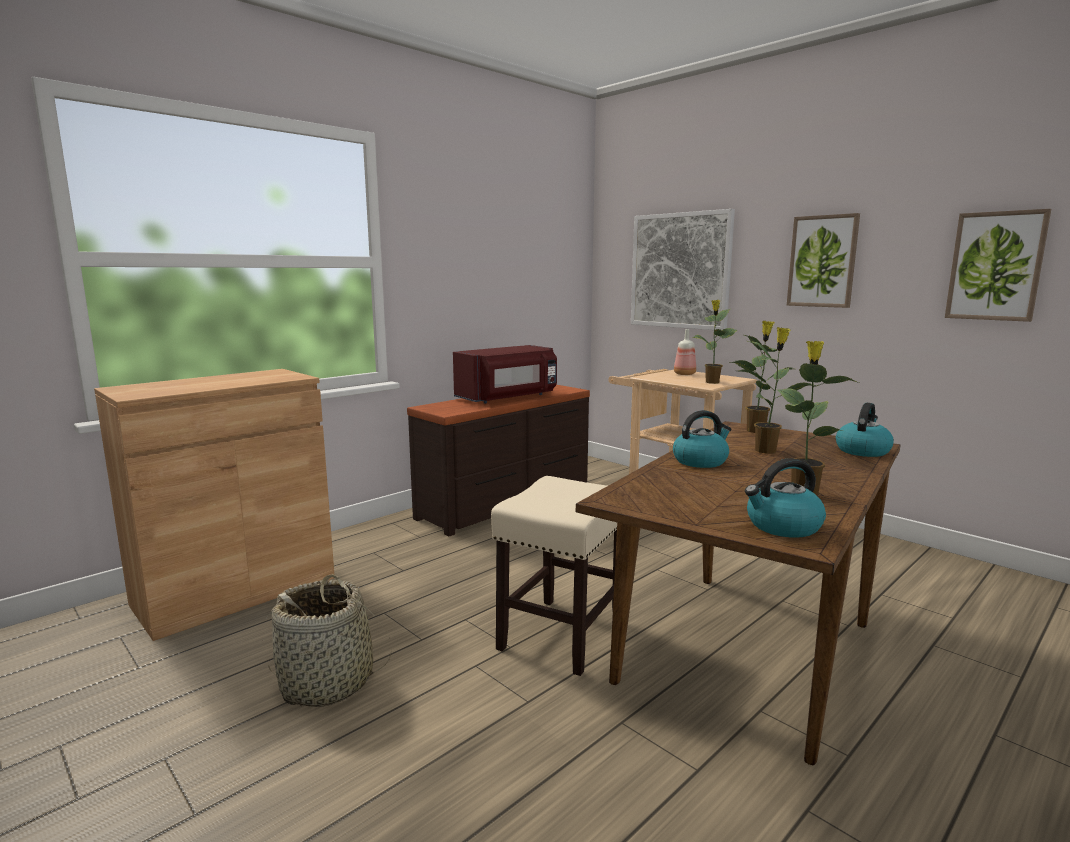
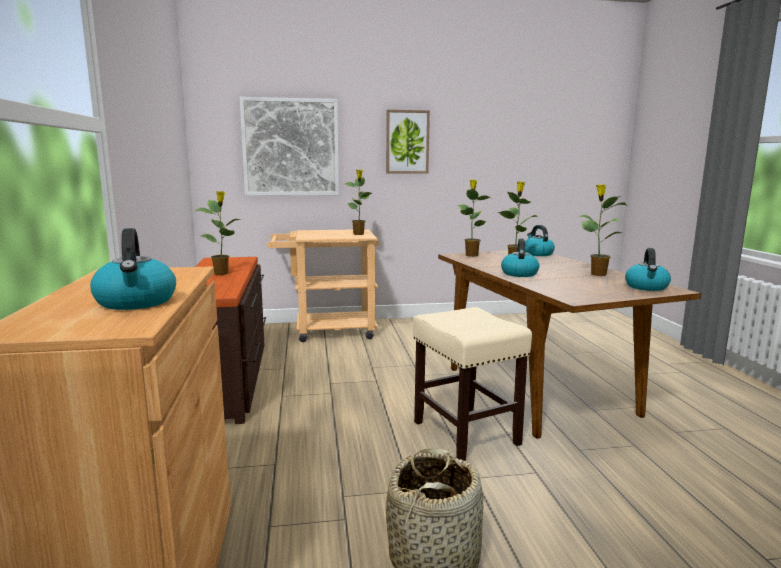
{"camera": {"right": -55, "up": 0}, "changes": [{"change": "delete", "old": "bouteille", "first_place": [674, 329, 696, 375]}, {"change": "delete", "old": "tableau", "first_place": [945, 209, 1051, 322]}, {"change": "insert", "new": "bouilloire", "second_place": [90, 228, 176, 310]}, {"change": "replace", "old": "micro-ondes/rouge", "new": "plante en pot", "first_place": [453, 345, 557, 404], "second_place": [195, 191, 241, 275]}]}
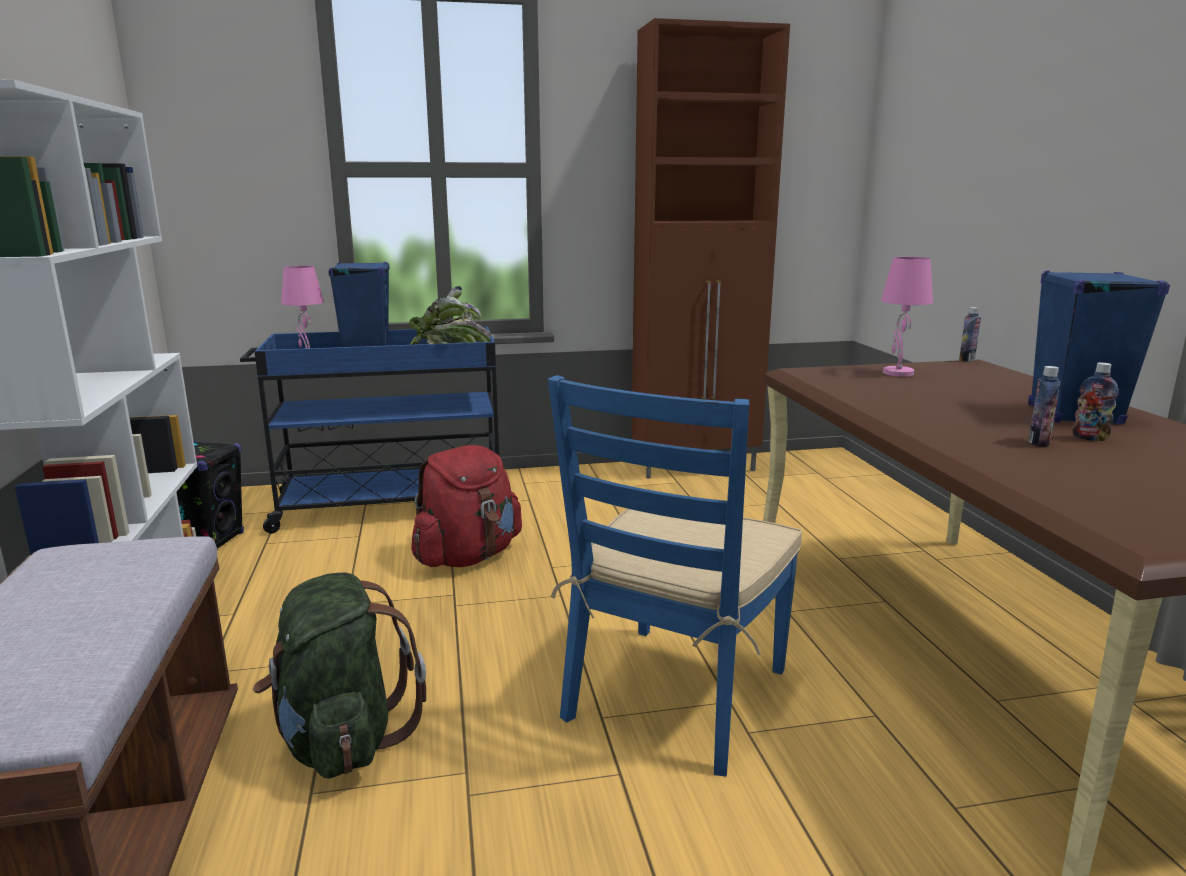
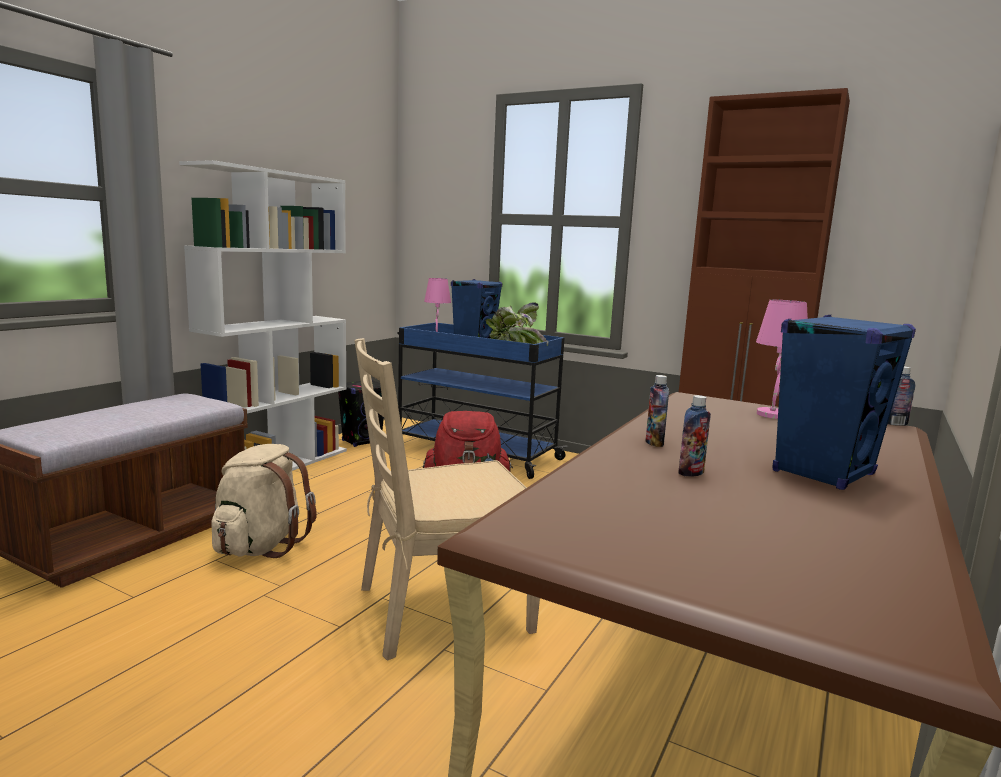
{"camera": {"right": 40, "up": -5}, "changes": [{"change": "move", "old": "bouteille", "first_place": [1073, 362, 1119, 442], "second_place": [645, 375, 669, 447]}, {"change": "recolor", "old": "sac à dos/vert", "new": "sac à dos/beige", "first_place": [253, 573, 426, 779], "second_place": [211, 444, 317, 558]}, {"change": "recolor", "old": "chaise/bleu", "new": "chaise/beige", "first_place": [548, 375, 803, 776], "second_place": [355, 338, 540, 661]}]}
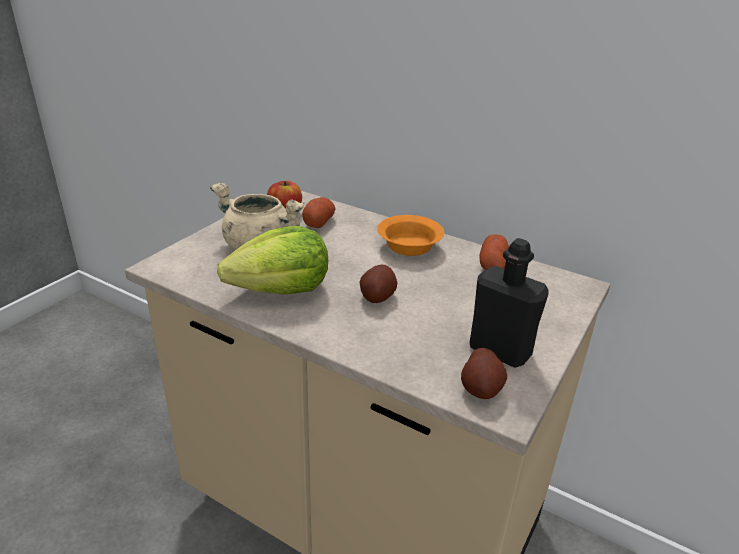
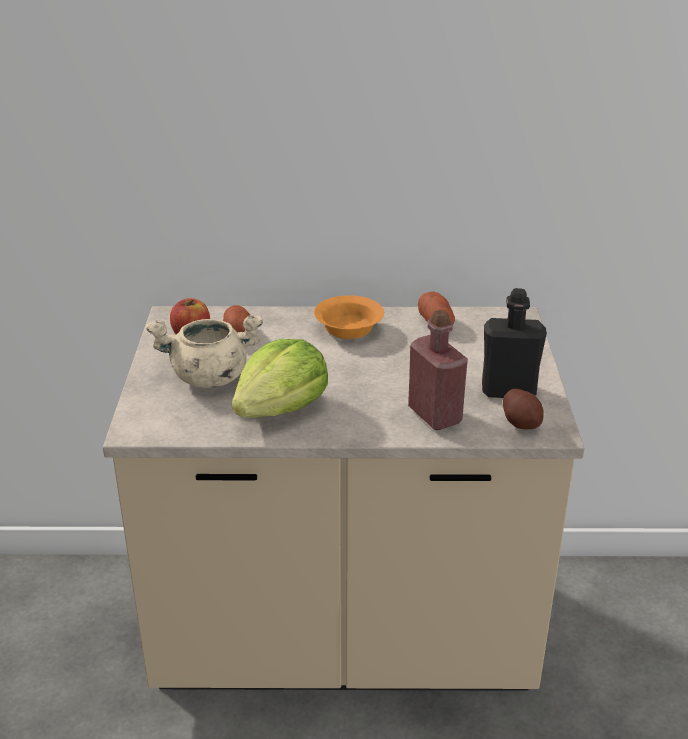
{"camera": {"right": -30, "up": 0}, "changes": [{"change": "delete", "old": "pomme de terre", "first_place": [360, 264, 397, 303]}, {"change": "insert", "new": "bouteille/rouge", "second_place": [408, 310, 468, 430]}]}
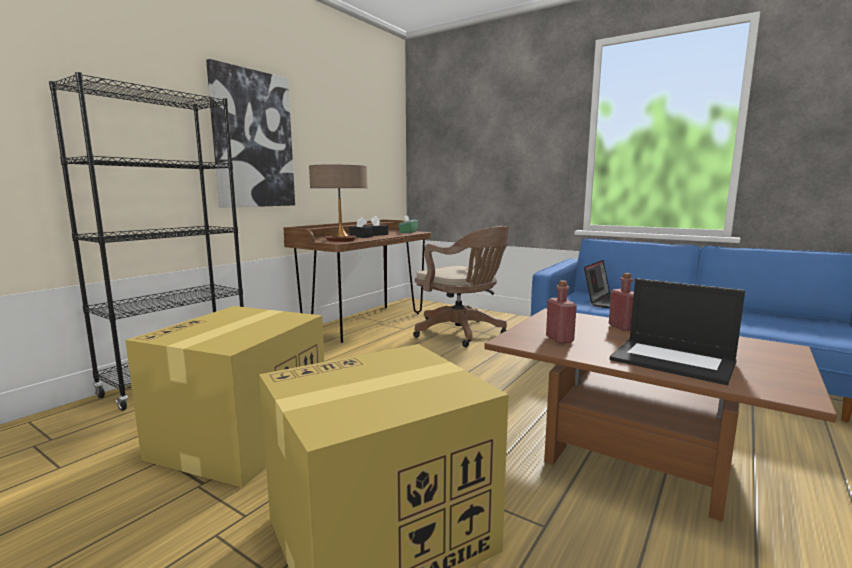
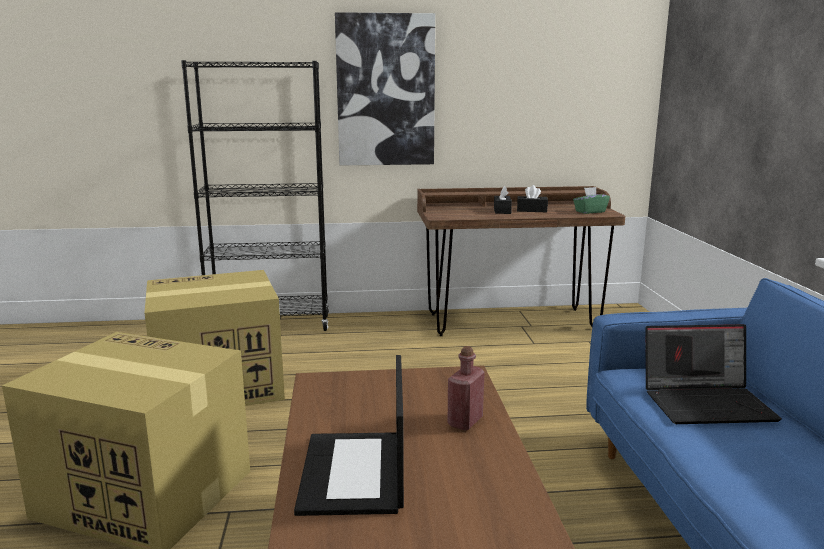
{"camera": {"right": 50, "up": 5}, "changes": [{"change": "delete", "old": "lampe de table", "first_place": [309, 165, 367, 242]}, {"change": "delete", "old": "chaise de bureau/marron", "first_place": [413, 226, 510, 347]}, {"change": "delete", "old": "bouteille/rouge", "first_place": [546, 280, 577, 344]}]}
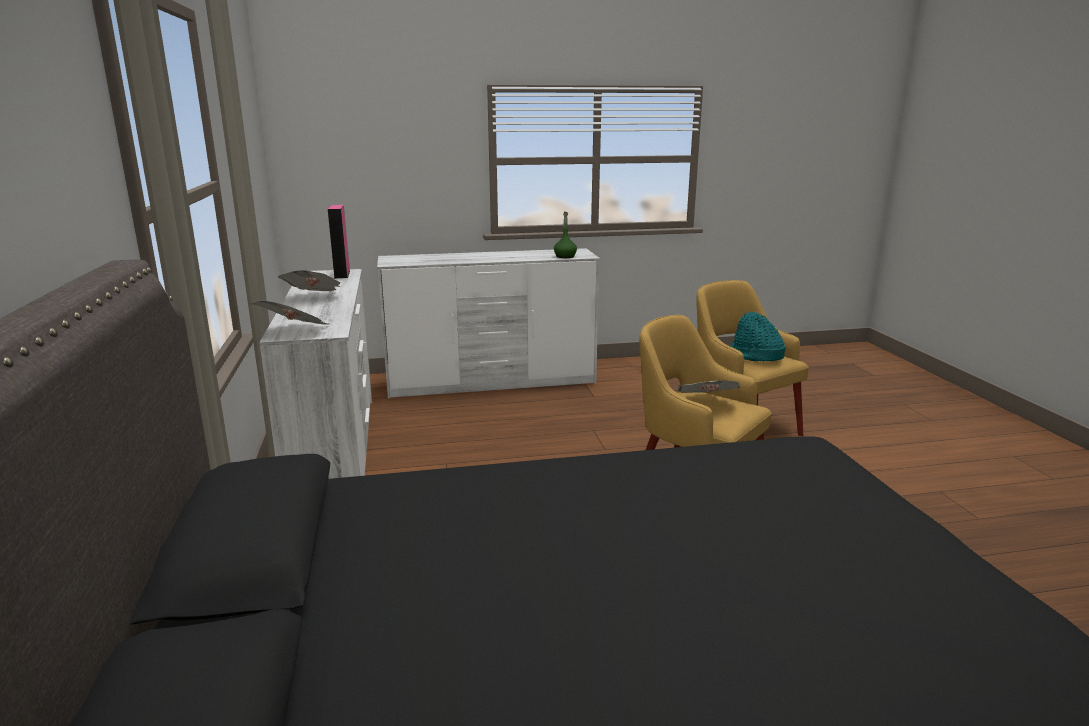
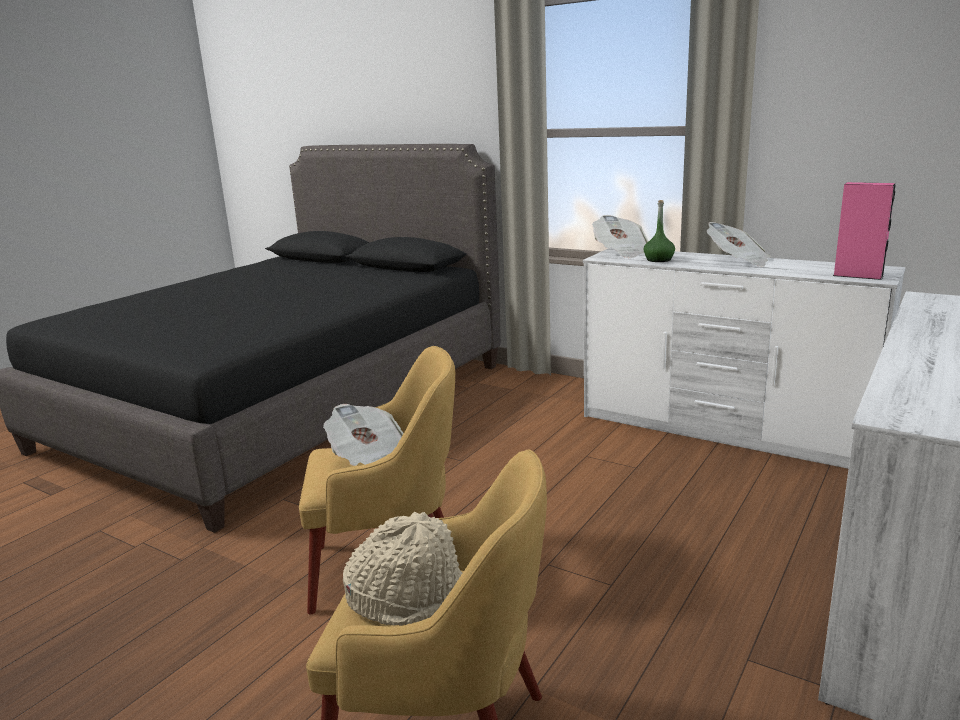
{"camera": {"right": 135, "up": 0}, "changes": [{"change": "move", "old": "bouteille/vert", "first_place": [554, 212, 577, 258], "second_place": [644, 200, 675, 262]}, {"change": "recolor", "old": "chapeau/turquoise", "new": "chapeau/beige", "first_place": [730, 312, 786, 361], "second_place": [343, 512, 462, 626]}]}
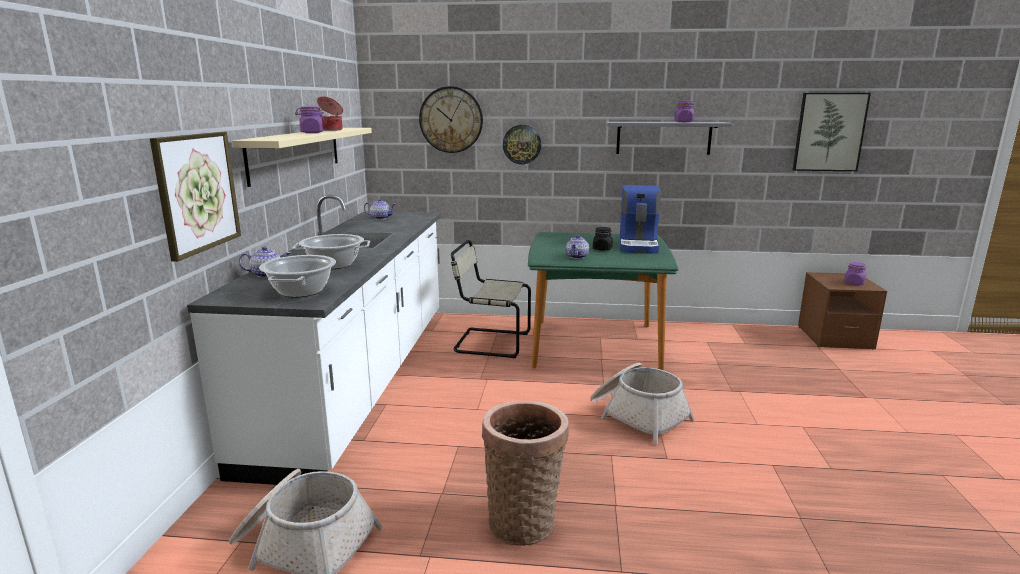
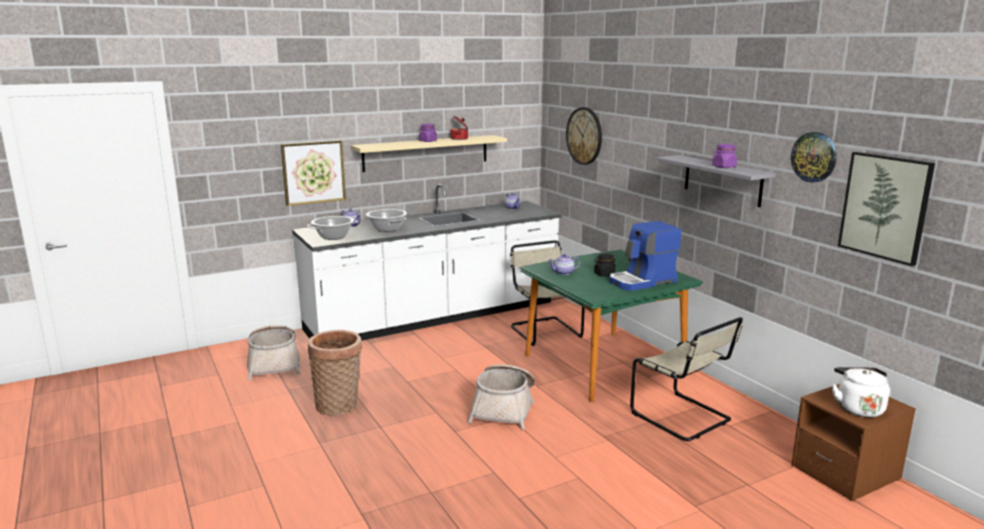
{"camera": {"right": 55, "up": 0}, "changes": [{"change": "insert", "new": "chaise/beige", "second_place": [630, 317, 743, 441]}, {"change": "move", "old": "horloge murale", "first_place": [503, 125, 541, 164], "second_place": [791, 132, 837, 182]}, {"change": "replace", "old": "bocal/violet", "new": "bouilloire/blanc", "first_place": [844, 262, 866, 285], "second_place": [832, 367, 890, 417]}]}
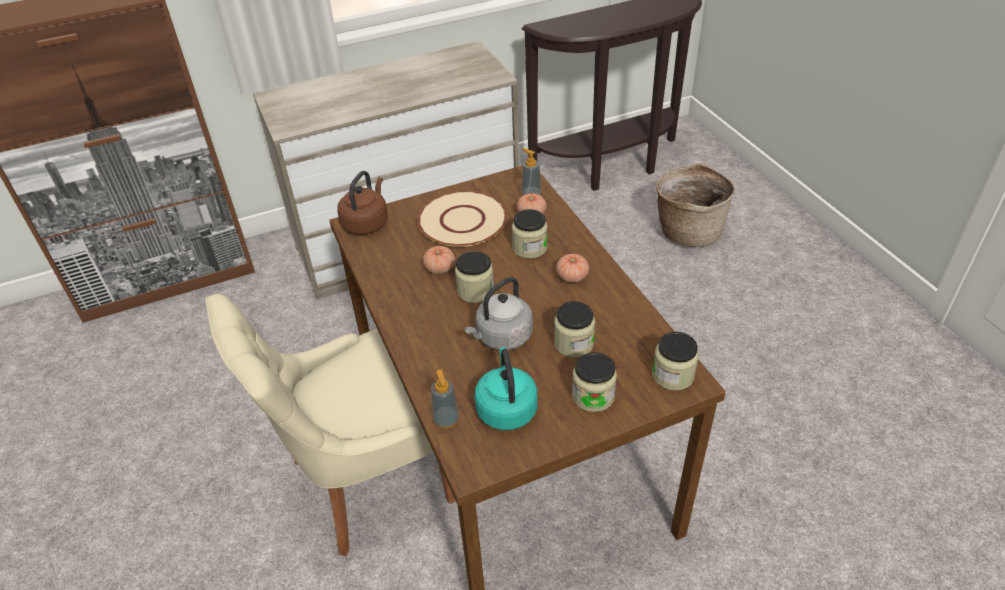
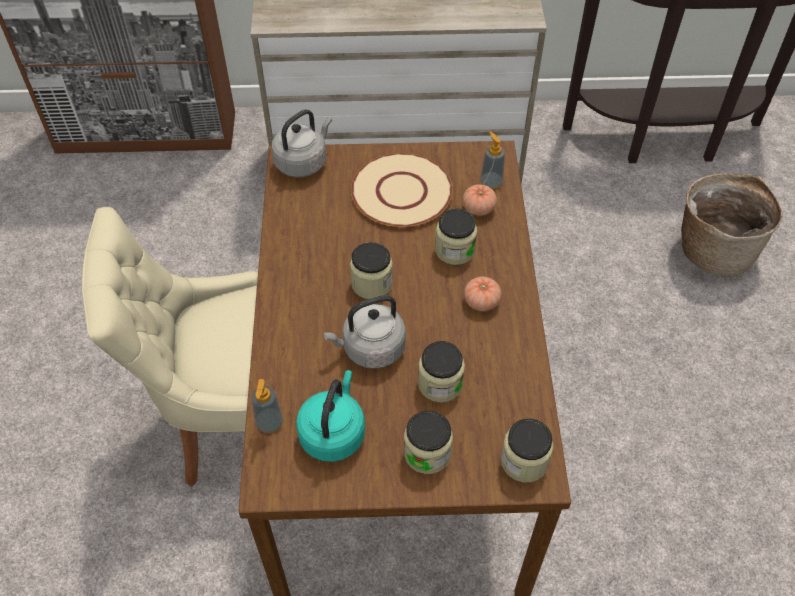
{"camera": {"right": 20, "up": 10}, "changes": [{"change": "delete", "old": "tomate", "first_place": [423, 246, 455, 274]}, {"change": "recolor", "old": "bouilloire/marron", "new": "bouilloire/gris", "first_place": [337, 171, 388, 235], "second_place": [271, 109, 332, 177]}]}
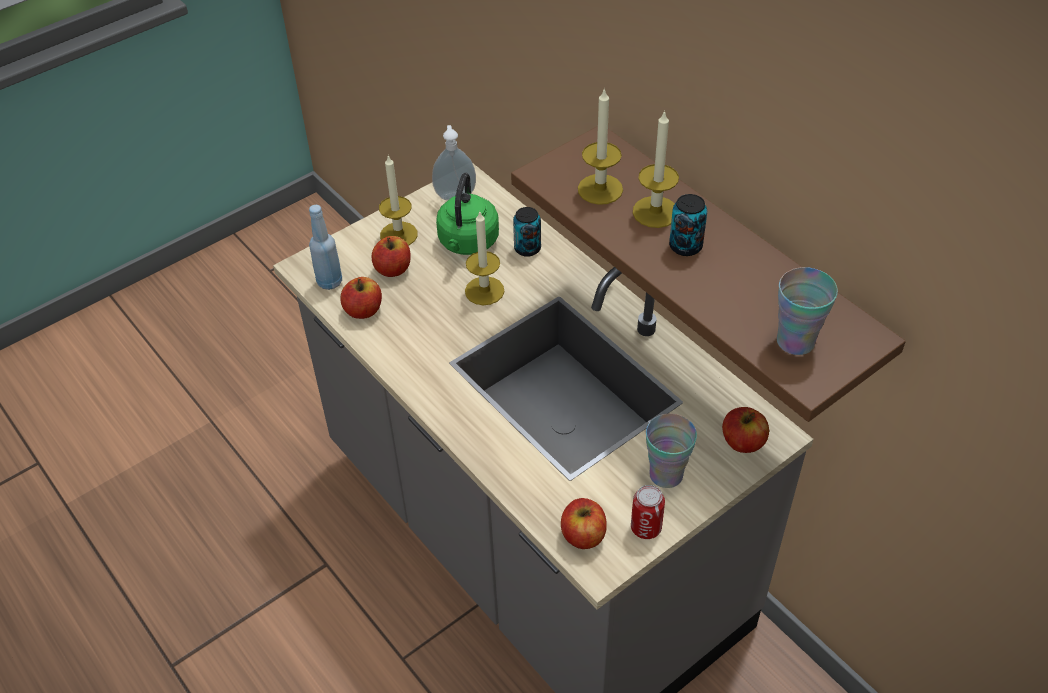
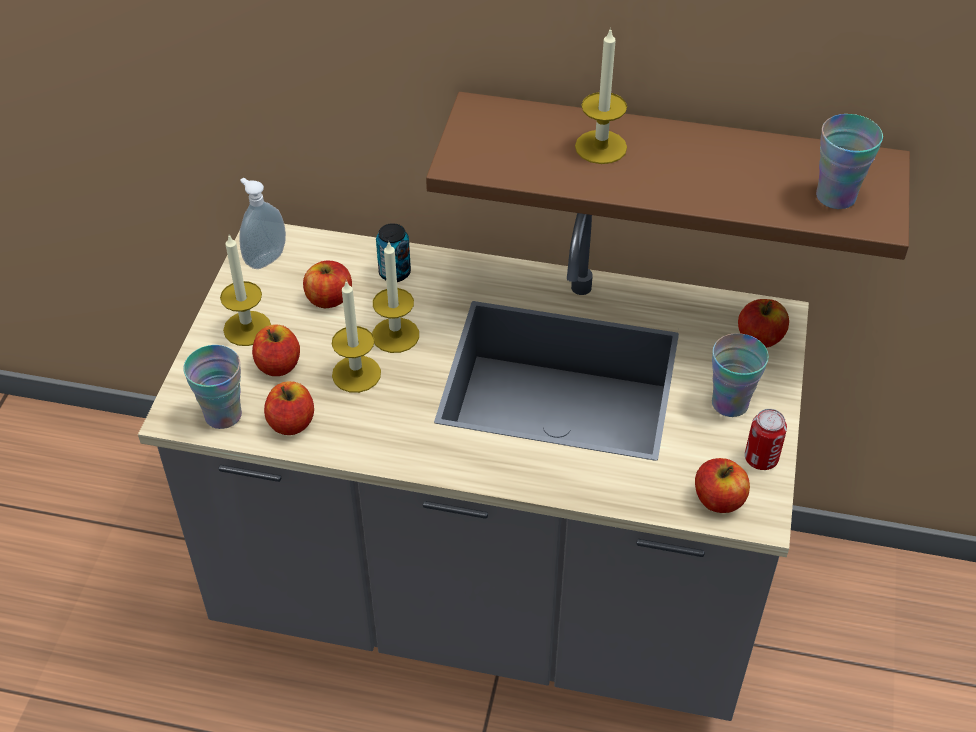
{"camera": {"right": -40, "up": 0}, "changes": [{"change": "delete", "old": "boîte métallique", "first_place": [669, 194, 707, 256]}, {"change": "move", "old": "bougie", "first_place": [578, 88, 623, 205], "second_place": [332, 280, 381, 393]}, {"change": "replace", "old": "bouteille/bleu", "new": "tasse", "first_place": [309, 205, 342, 290], "second_place": [183, 345, 242, 429]}, {"change": "replace", "old": "bouilloire/vert", "new": "pomme", "first_place": [436, 173, 499, 255], "second_place": [303, 261, 352, 308]}]}
